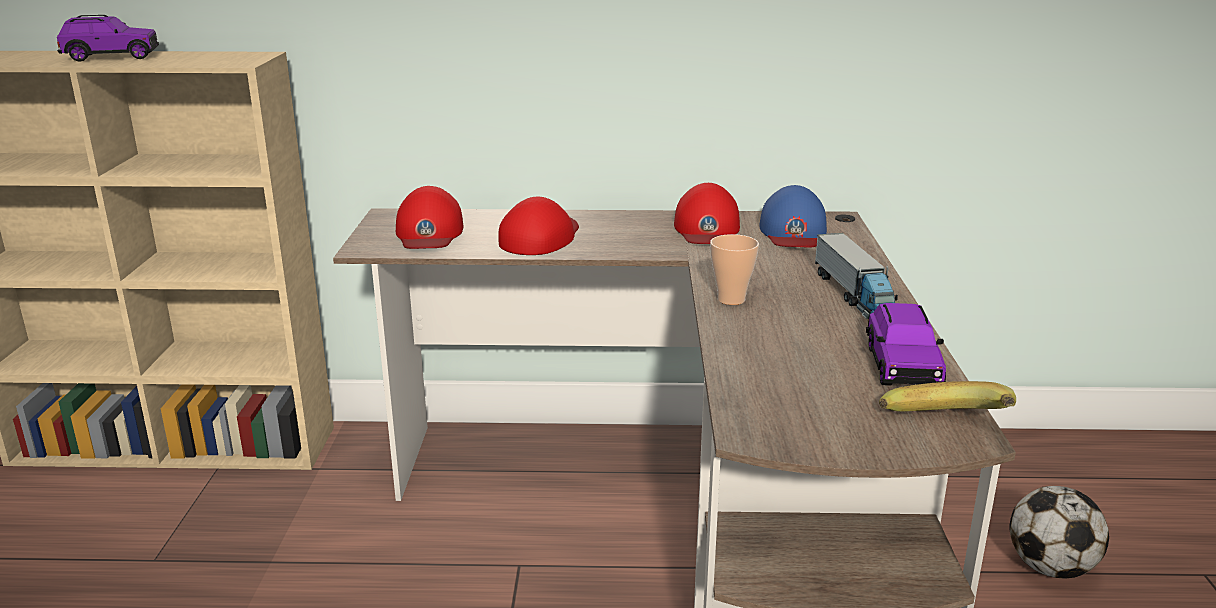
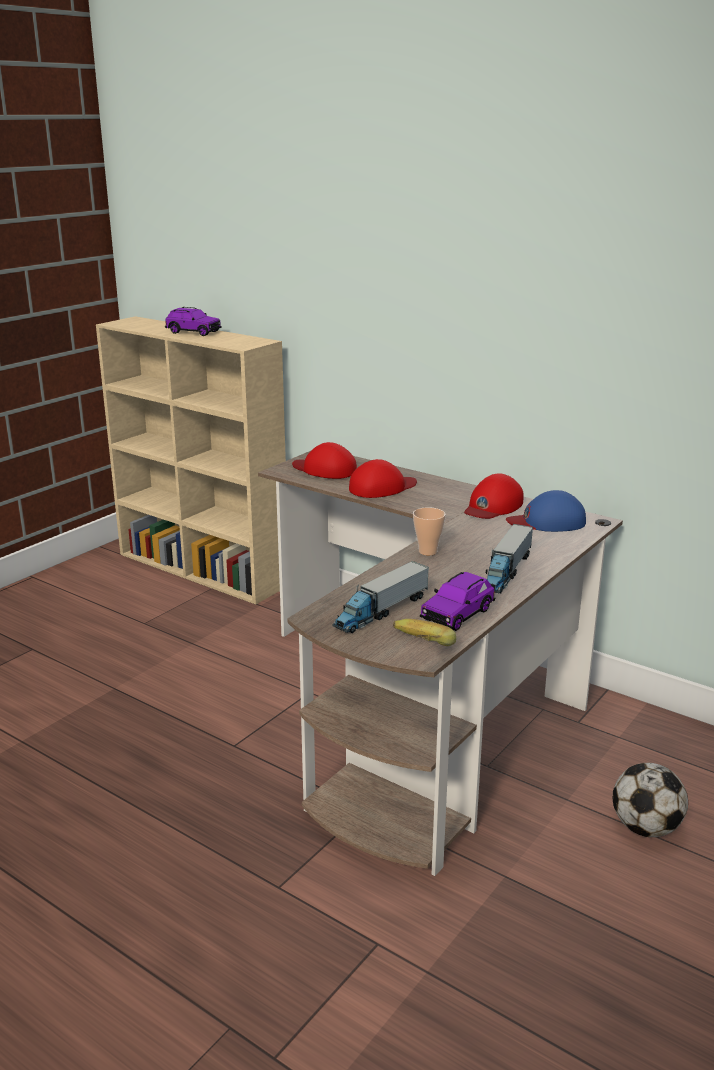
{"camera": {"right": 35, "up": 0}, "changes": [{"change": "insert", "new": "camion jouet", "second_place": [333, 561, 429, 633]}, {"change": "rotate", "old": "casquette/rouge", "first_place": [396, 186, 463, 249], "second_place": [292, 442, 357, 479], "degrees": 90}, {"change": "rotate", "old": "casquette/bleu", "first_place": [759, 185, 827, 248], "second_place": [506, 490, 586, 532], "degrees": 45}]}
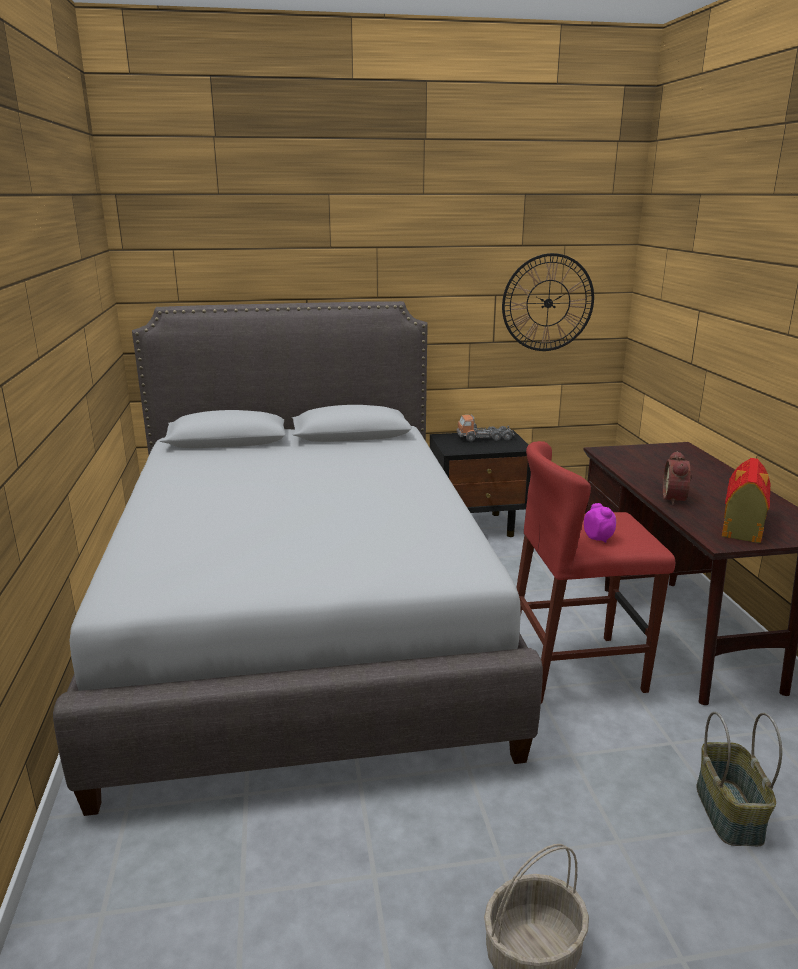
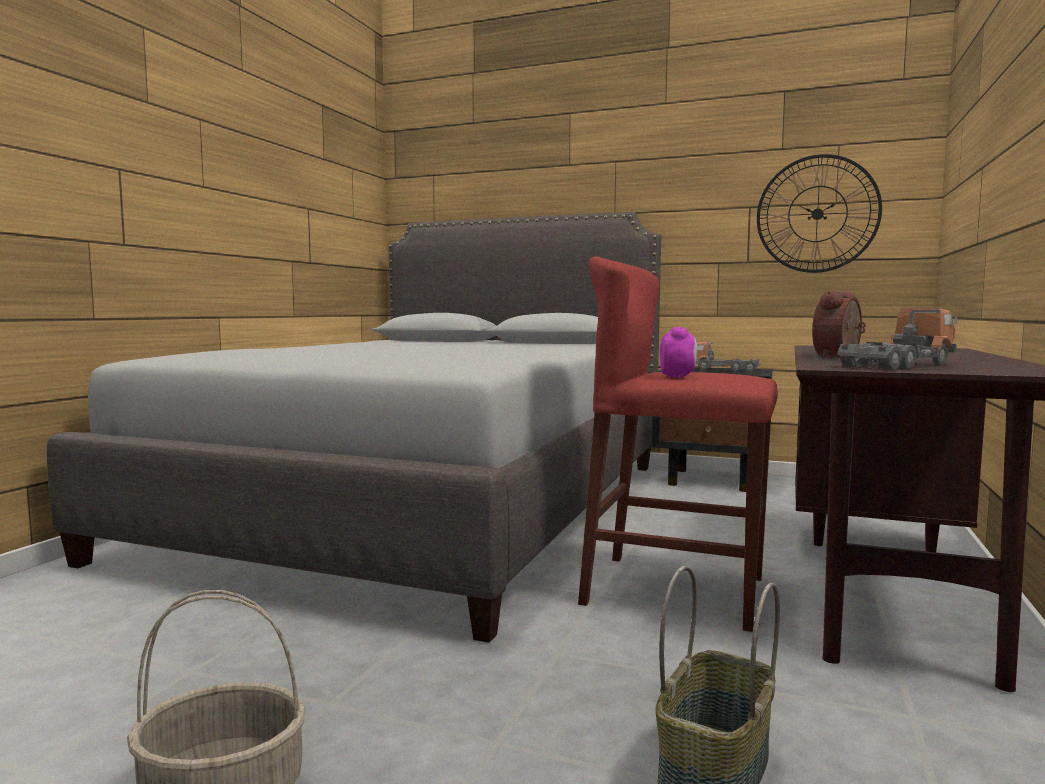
{"camera": {"right": 30, "up": -15}, "changes": [{"change": "replace", "old": "maison miniature", "new": "camion jouet", "first_place": [722, 458, 771, 543], "second_place": [837, 308, 957, 370]}]}
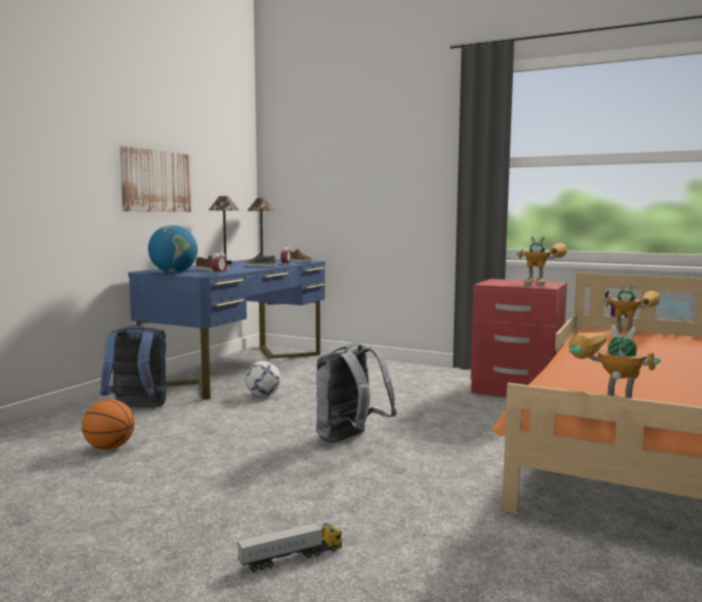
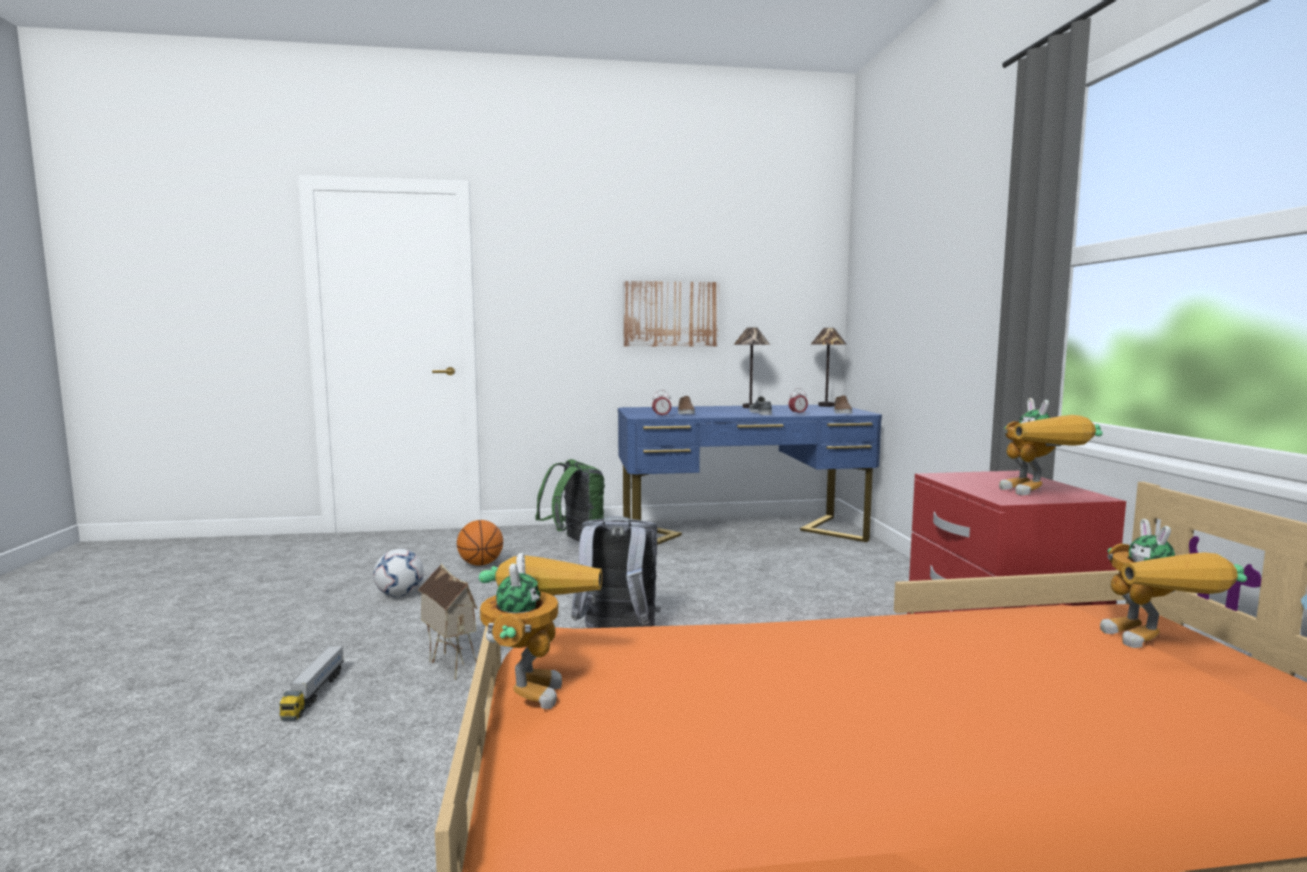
{"camera": {"right": 55, "up": 0}, "changes": [{"change": "delete", "old": "globe", "first_place": [148, 225, 198, 273]}, {"change": "insert", "new": "maison miniature", "second_place": [417, 563, 477, 680]}, {"change": "move", "old": "ballon de foot", "first_place": [245, 361, 281, 396], "second_place": [373, 549, 424, 597]}, {"change": "recolor", "old": "sac à dos/bleu", "new": "sac à dos/vert", "first_place": [100, 325, 167, 408], "second_place": [535, 459, 605, 542]}, {"change": "rotate", "old": "camion jouet", "first_place": [237, 522, 342, 572], "second_place": [279, 646, 344, 721], "degrees": 60}]}
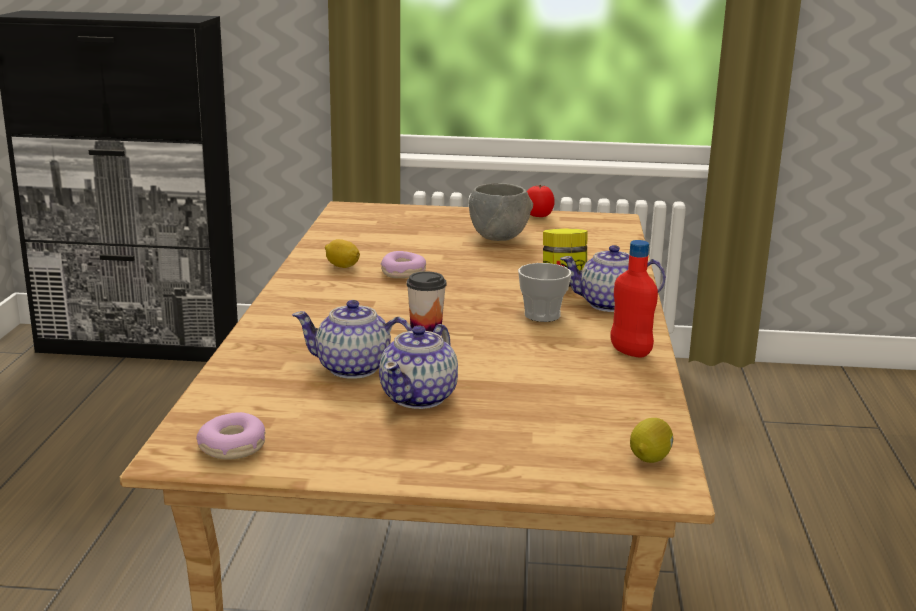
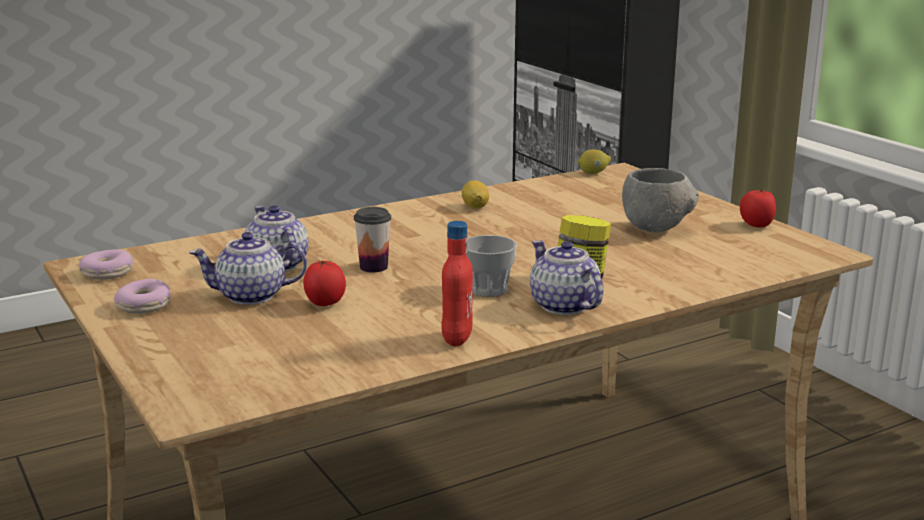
{"camera": {"right": 55, "up": 0}, "changes": [{"change": "insert", "new": "tomate", "second_place": [303, 260, 346, 306]}, {"change": "move", "old": "beignet", "first_place": [381, 251, 426, 278], "second_place": [114, 279, 170, 314]}, {"change": "move", "old": "citron", "first_place": [630, 418, 673, 463], "second_place": [578, 150, 611, 174]}]}
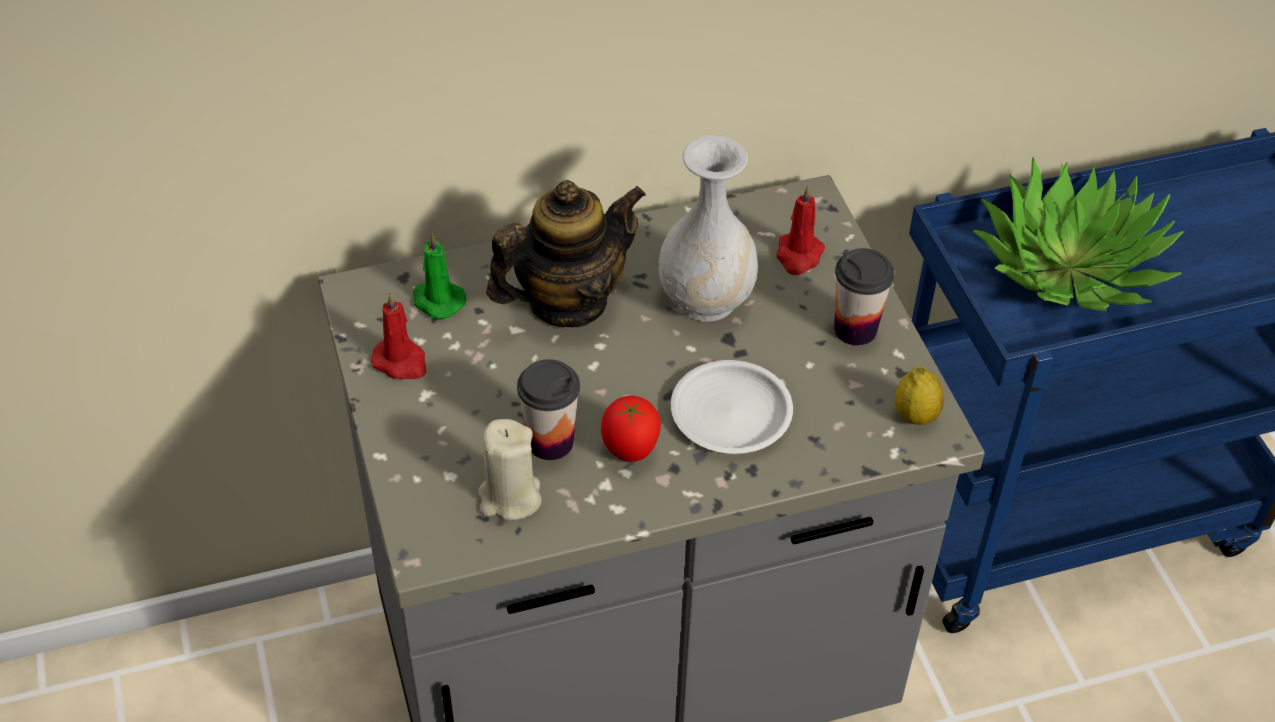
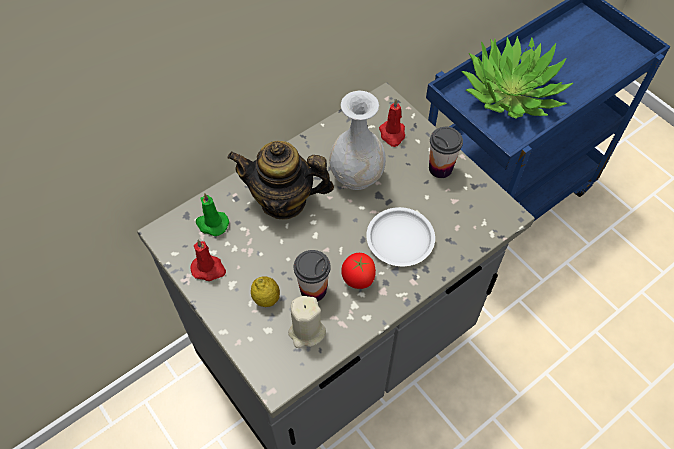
{"camera": {"right": -20, "up": 10}, "changes": [{"change": "move", "old": "citron", "first_place": [895, 366, 944, 425], "second_place": [251, 276, 280, 307]}, {"change": "rotate", "old": "théière", "first_place": [486, 180, 646, 327], "second_place": [227, 141, 334, 220], "degrees": -120}]}
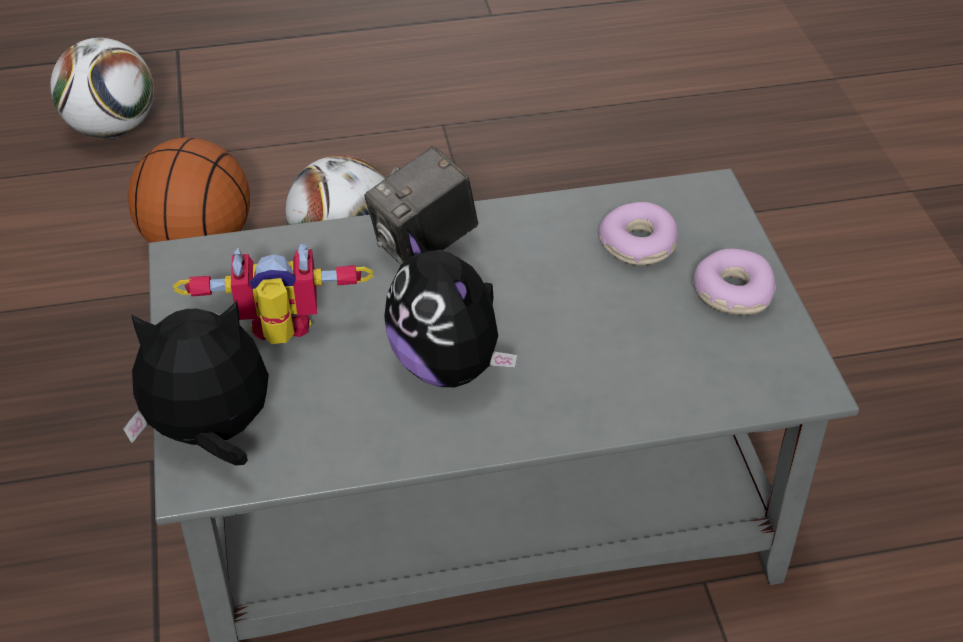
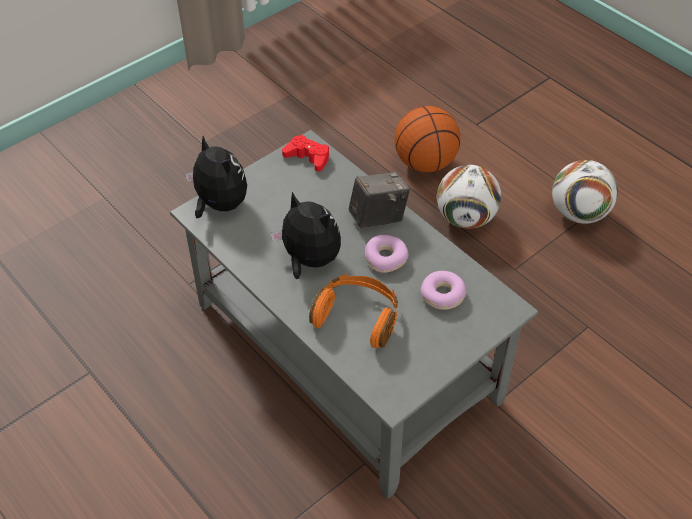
{"camera": {"right": 60, "up": 5}, "changes": [{"change": "delete", "old": "robot jouet", "first_place": [173, 244, 373, 344]}, {"change": "insert", "new": "manette/rouge", "second_place": [282, 135, 329, 171]}, {"change": "insert", "new": "casque audio/orange", "second_place": [309, 274, 398, 348]}, {"change": "move", "old": "ballon de foot", "first_place": [50, 38, 154, 138], "second_place": [552, 160, 618, 224]}, {"change": "move", "old": "beignet", "first_place": [693, 249, 776, 315], "second_place": [365, 235, 408, 273]}, {"change": "rotate", "old": "appareil photo", "first_place": [364, 146, 478, 265], "second_place": [349, 172, 410, 229], "degrees": 135}, {"change": "rotate", "old": "peluche", "first_place": [384, 228, 517, 387], "second_place": [271, 192, 341, 279], "degrees": 105}]}
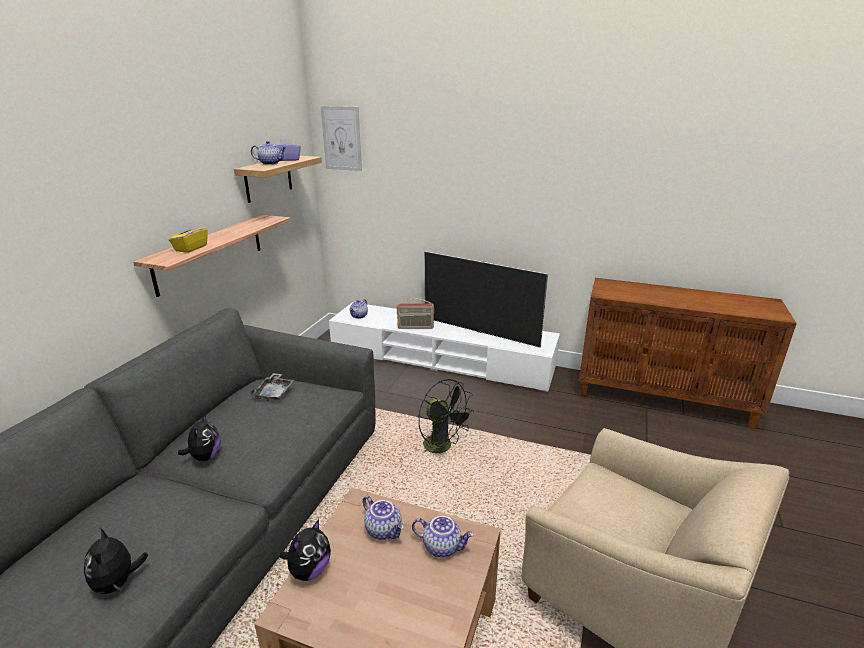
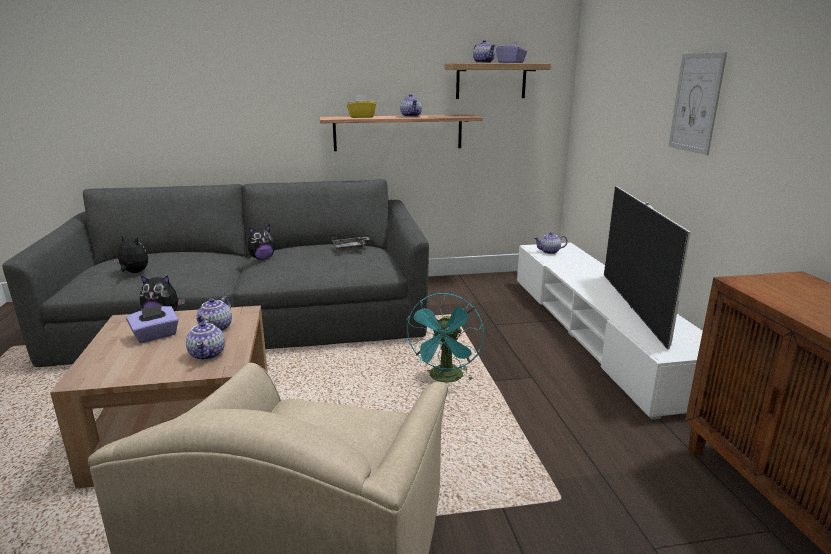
{"camera": {"right": 60, "up": -5}, "changes": [{"change": "delete", "old": "radio", "first_place": [397, 299, 434, 329]}, {"change": "insert", "new": "boîte à mouchoirs/violet", "second_place": [126, 305, 179, 343]}, {"change": "insert", "new": "théière", "second_place": [400, 94, 422, 117]}, {"change": "move", "old": "tableau", "first_place": [321, 106, 362, 171], "second_place": [668, 52, 727, 155]}, {"change": "recolor", "old": "ventilateur/noir", "new": "ventilateur/turquoise", "first_place": [418, 379, 474, 454], "second_place": [405, 293, 484, 382]}, {"change": "rotate", "old": "peluche", "first_place": [84, 528, 148, 594], "second_place": [113, 235, 148, 273], "degrees": 75}]}
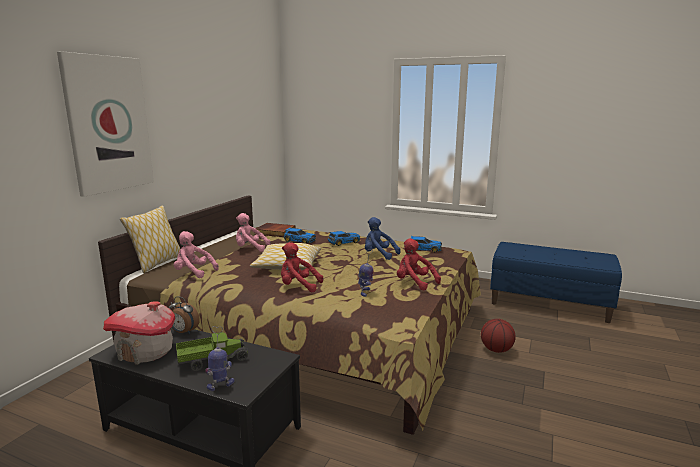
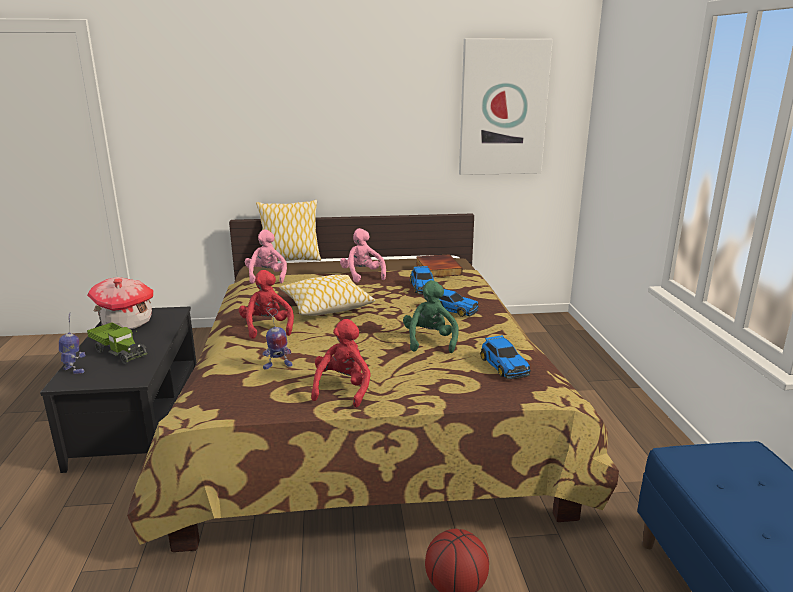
{"camera": {"right": 60, "up": 5}, "changes": [{"change": "delete", "old": "réveil", "first_place": [169, 296, 200, 334]}, {"change": "move", "old": "tableau", "first_place": [57, 51, 154, 197], "second_place": [459, 39, 553, 175]}, {"change": "recolor", "old": "peluche/bleu", "new": "peluche/vert", "first_place": [365, 217, 401, 260], "second_place": [403, 280, 459, 353]}]}
